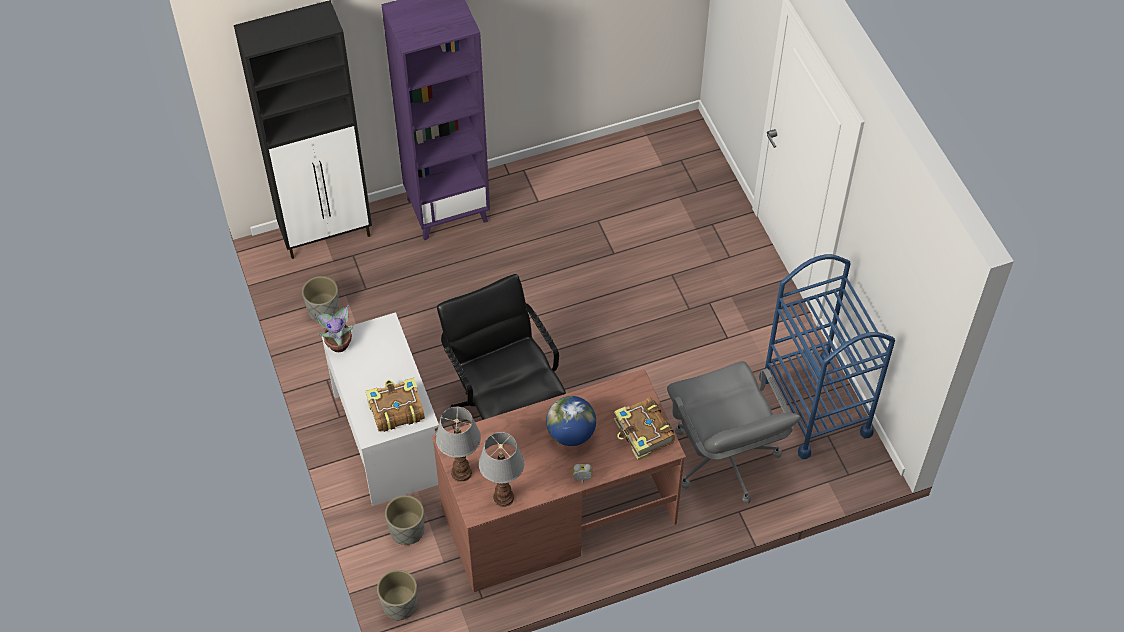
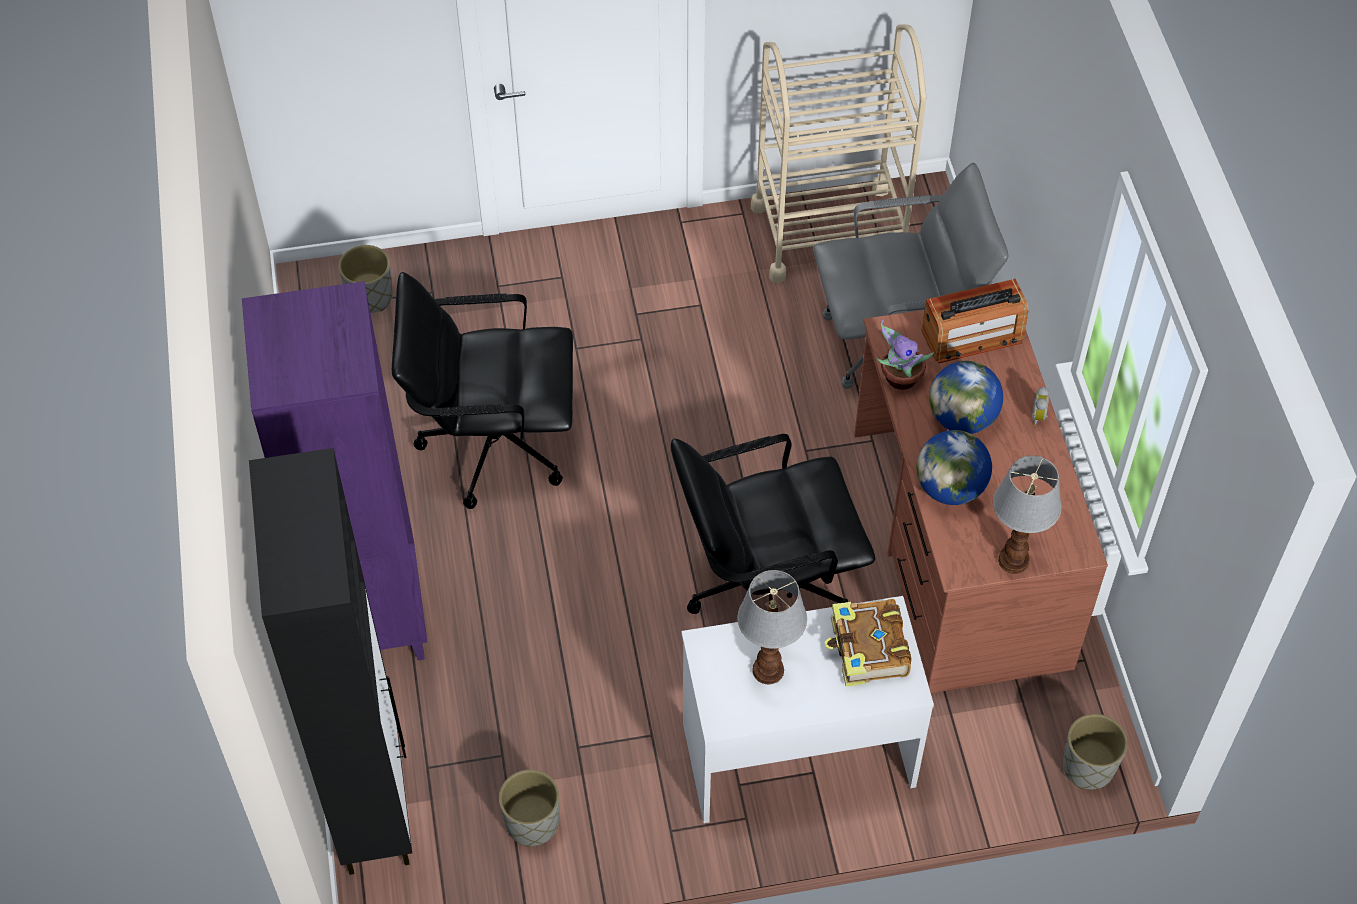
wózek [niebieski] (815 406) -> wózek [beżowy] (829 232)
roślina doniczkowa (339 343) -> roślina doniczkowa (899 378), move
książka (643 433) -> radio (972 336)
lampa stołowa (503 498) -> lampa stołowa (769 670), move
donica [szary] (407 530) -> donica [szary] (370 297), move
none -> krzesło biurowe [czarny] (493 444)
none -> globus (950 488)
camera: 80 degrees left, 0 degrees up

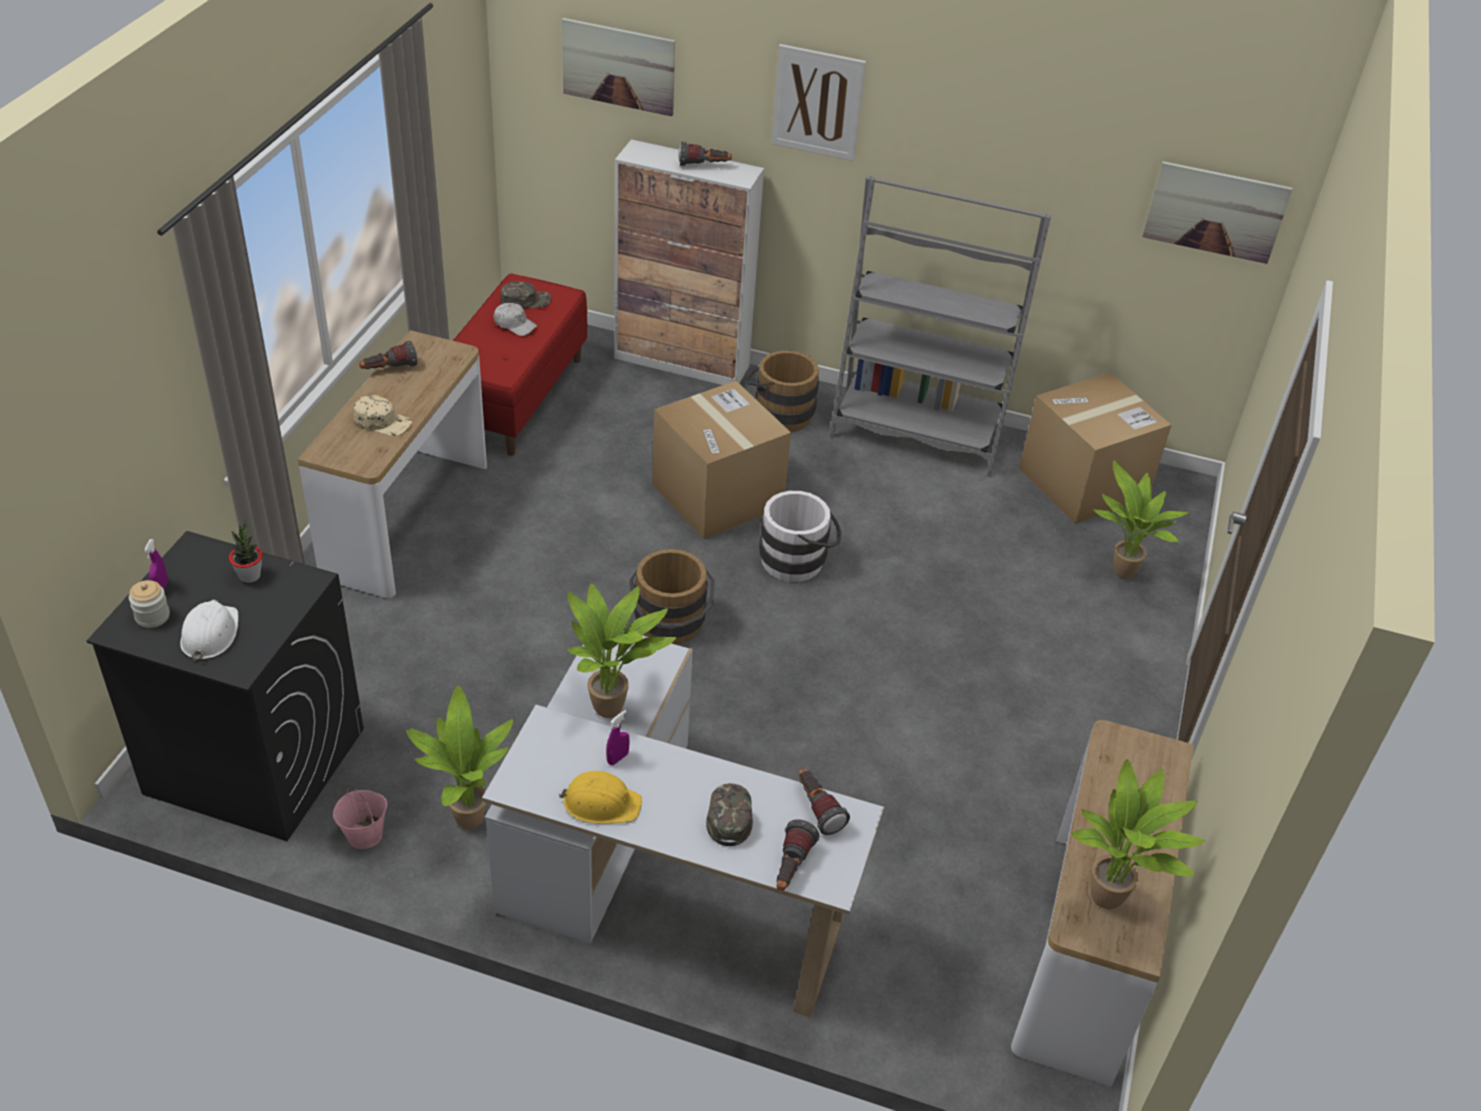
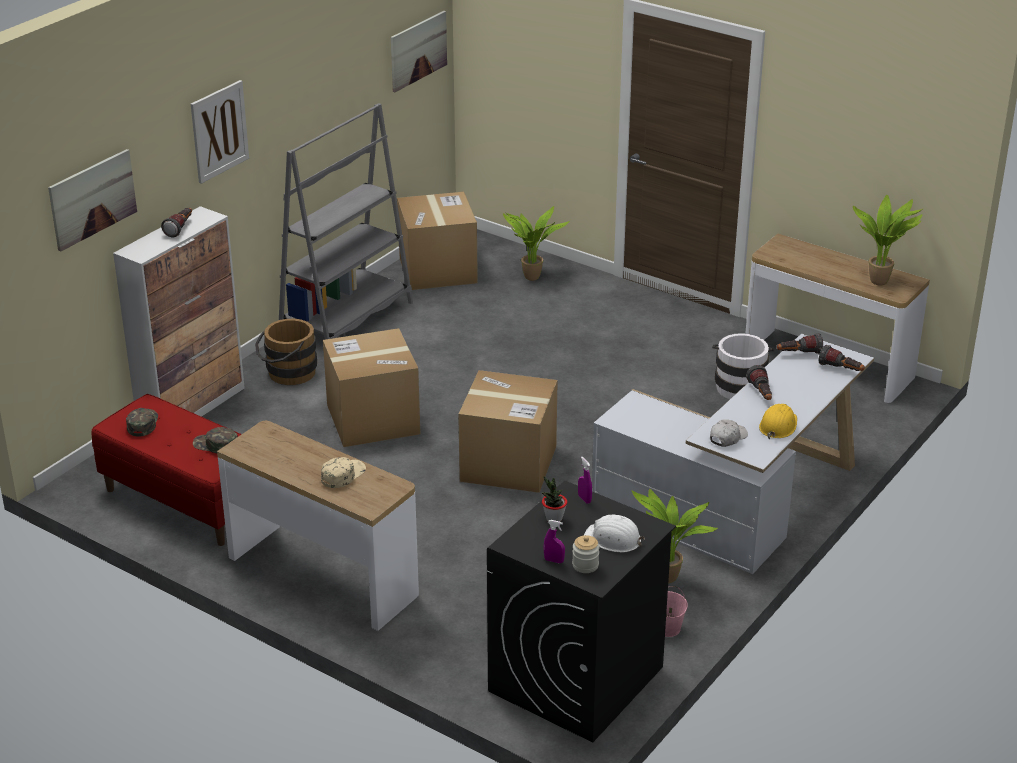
czapka z daszkiem [biały] (514 324) -> czapka z daszkiem [biały] (727 438), move
latarka (389 369) -> latarka (761 394), move
wiadro [biały] (798 559) -> wiadro [biały] (739 385), move
wiadro [brązowy] (670 627) -> karton (508 463)
roślina doniczkowa (613 708) -> none
spryskiwacz [fioletowy] (617 758) -> spryskiwacz [fioletowy] (584 499), move
czapka z daszkiem [zielony] (729 816) -> czapka z daszkiem [zielony] (216 445), move
camera: 70 degrees left, 10 degrees down

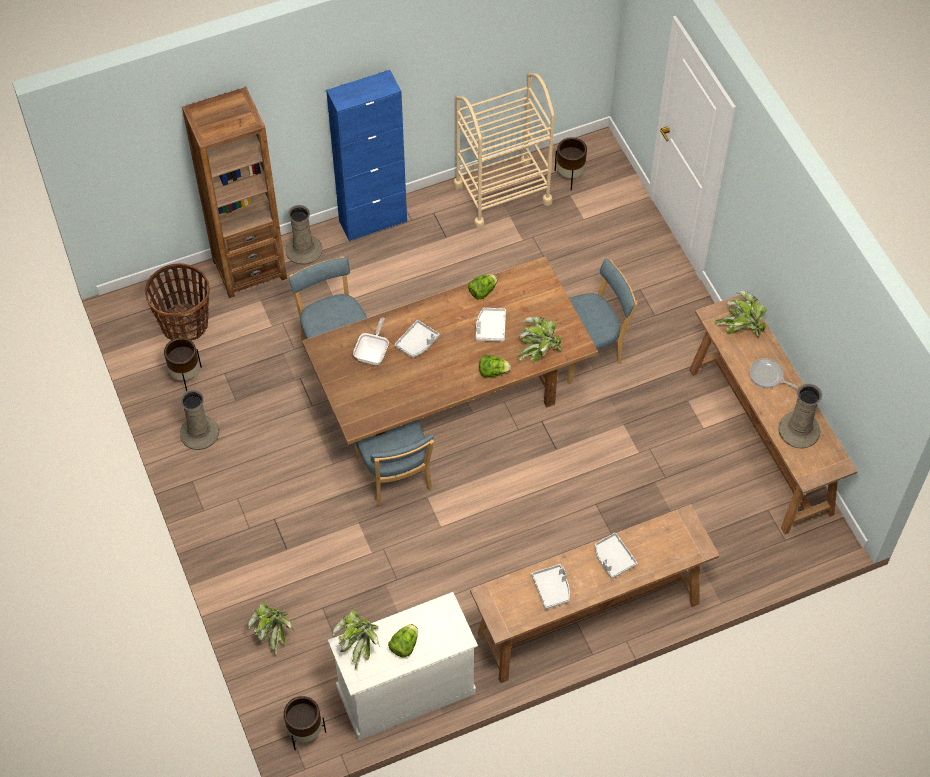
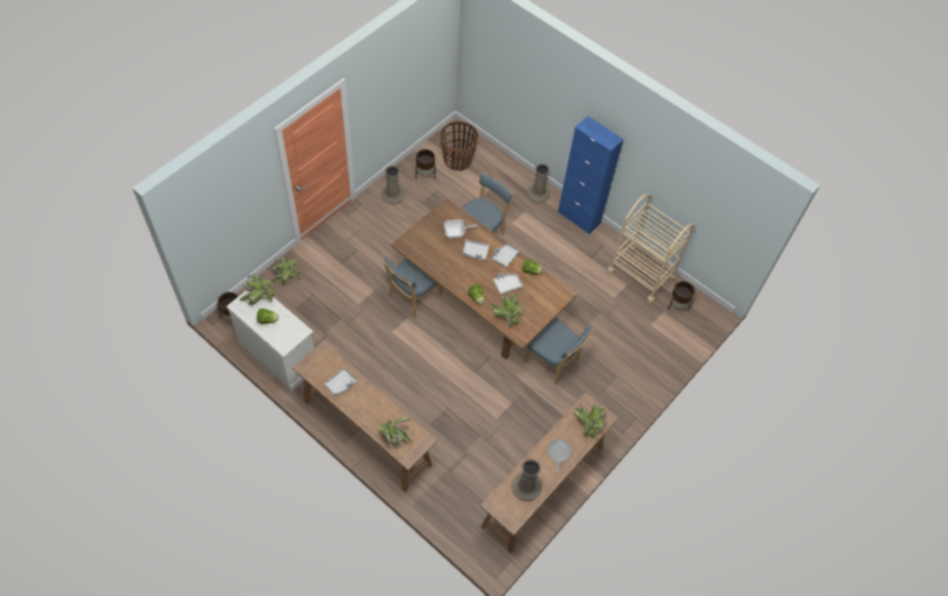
regał [brązowy] (249 269) -> none
taca [szary] (613 558) -> taca [szary] (505 257), move
none -> roślina doniczkowa (394 436)
camera: 60 degrees right, 0 degrees up

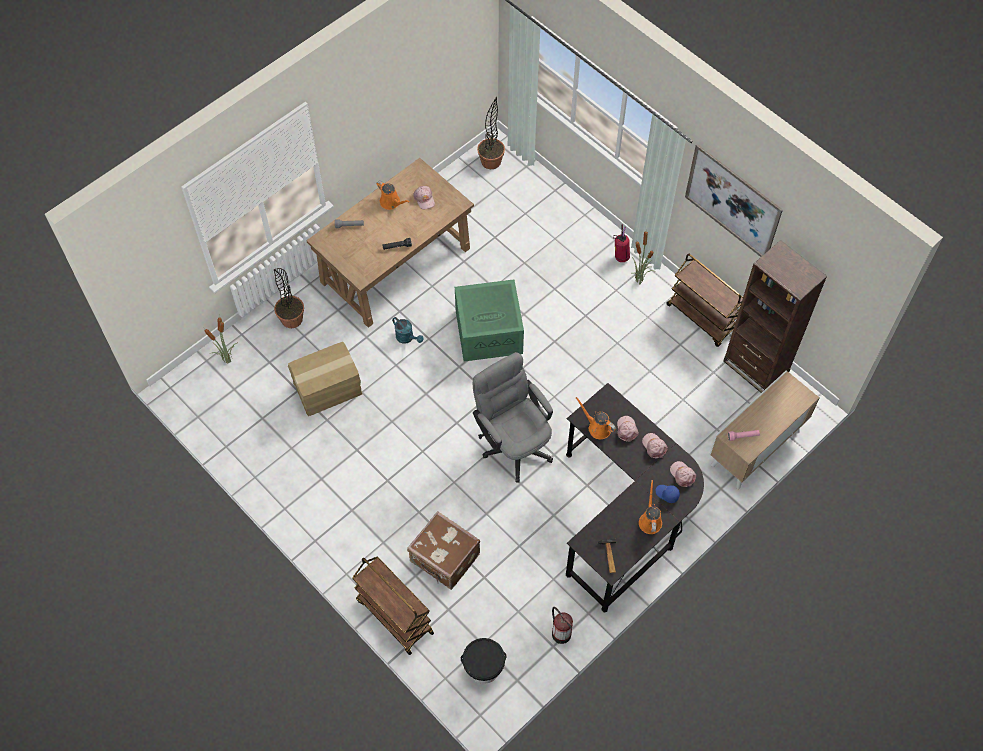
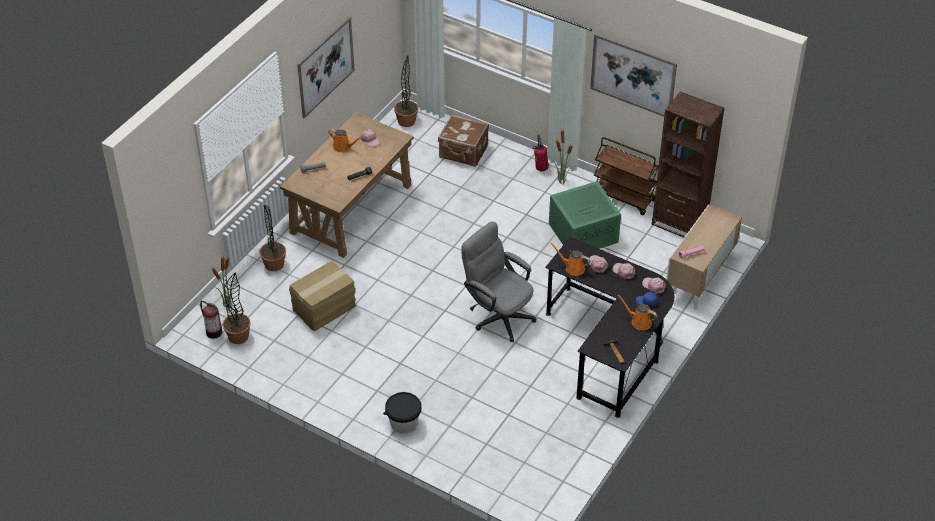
pojemnik do przechowywania [zielony] (489 331) -> pojemnik do przechowywania [zielony] (583 232), move
konewka [turkusowy] (407 338) -> none
konewka [pomarańczowy] (650 520) -> konewka [pomarańczowy] (639 322), 45 degrees counterclockwise
walizka [brązowy] (444 559) -> walizka [brązowy] (463 152), move
wózek [brązowy] (394 616) -> none
gaśnica (560 633) -> gaśnica (213 332), move
wiadro [czarny] (483 667) -> wiadro [czarny] (403 422), move
none -> obraz (326 67)
none -> roślina doniczkowa (238 336)
camera: 15 degrees left, 15 degrees down

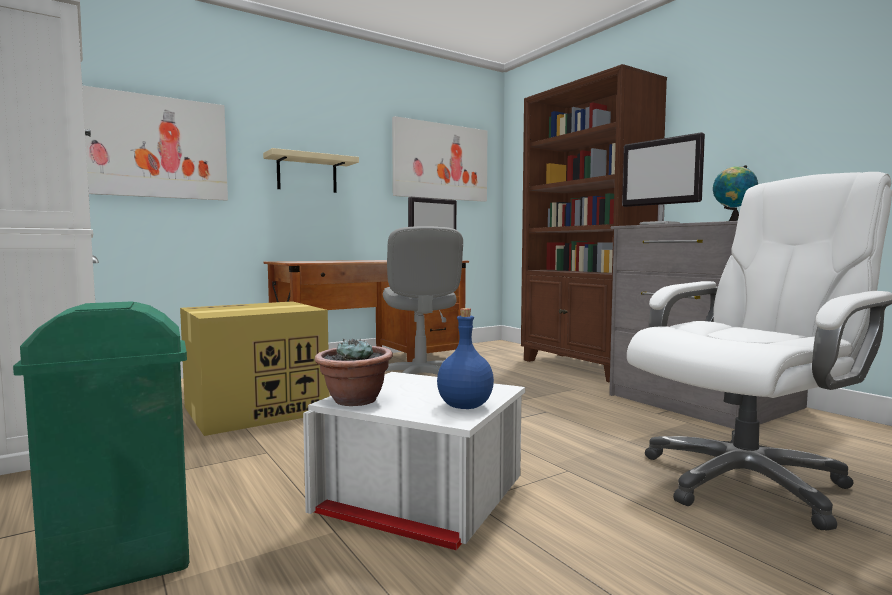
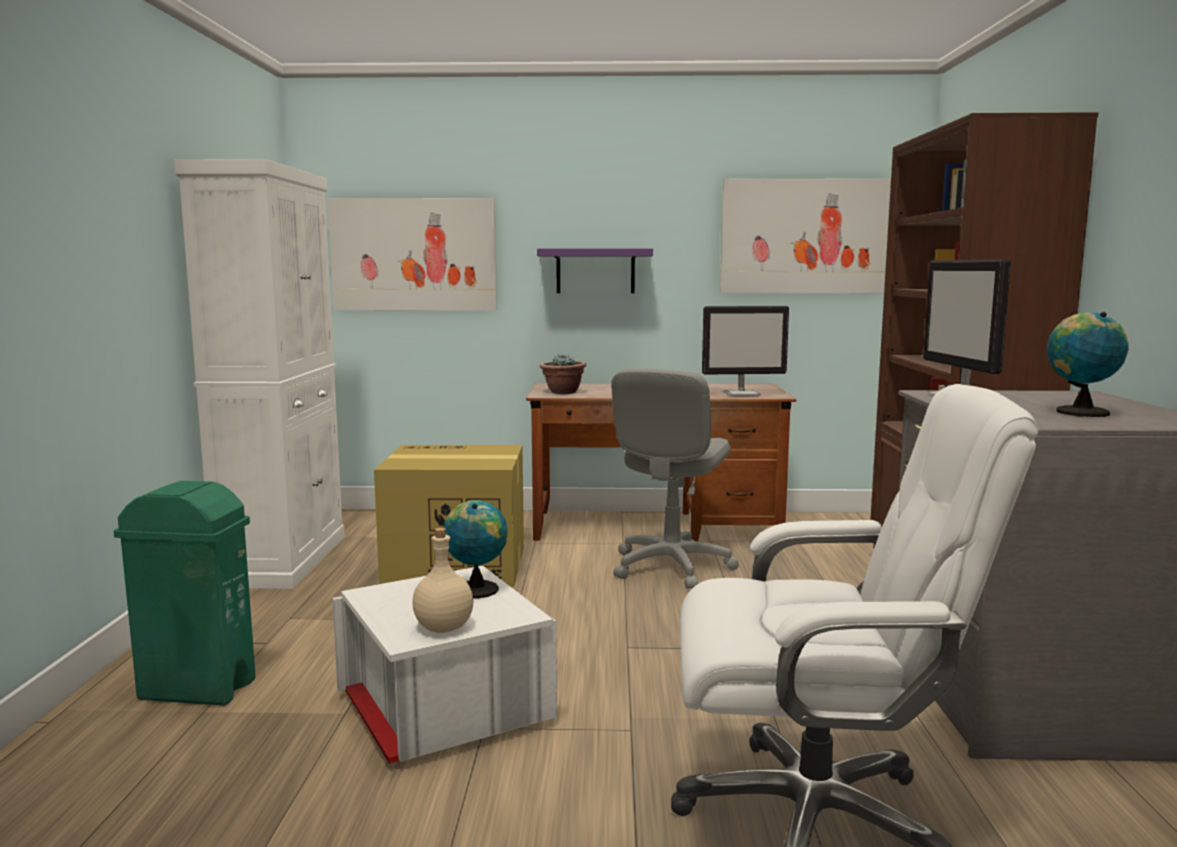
półka [beżowy] (307 174) -> półka [fioletowy] (595 271)
butelka [niebieski] (464 406) -> butelka [beżowy] (442 628)
roślina doniczkowa (354 400) -> roślina doniczkowa (563 392), move
none -> globus (476 589)
camera: 35 degrees right, 5 degrees up

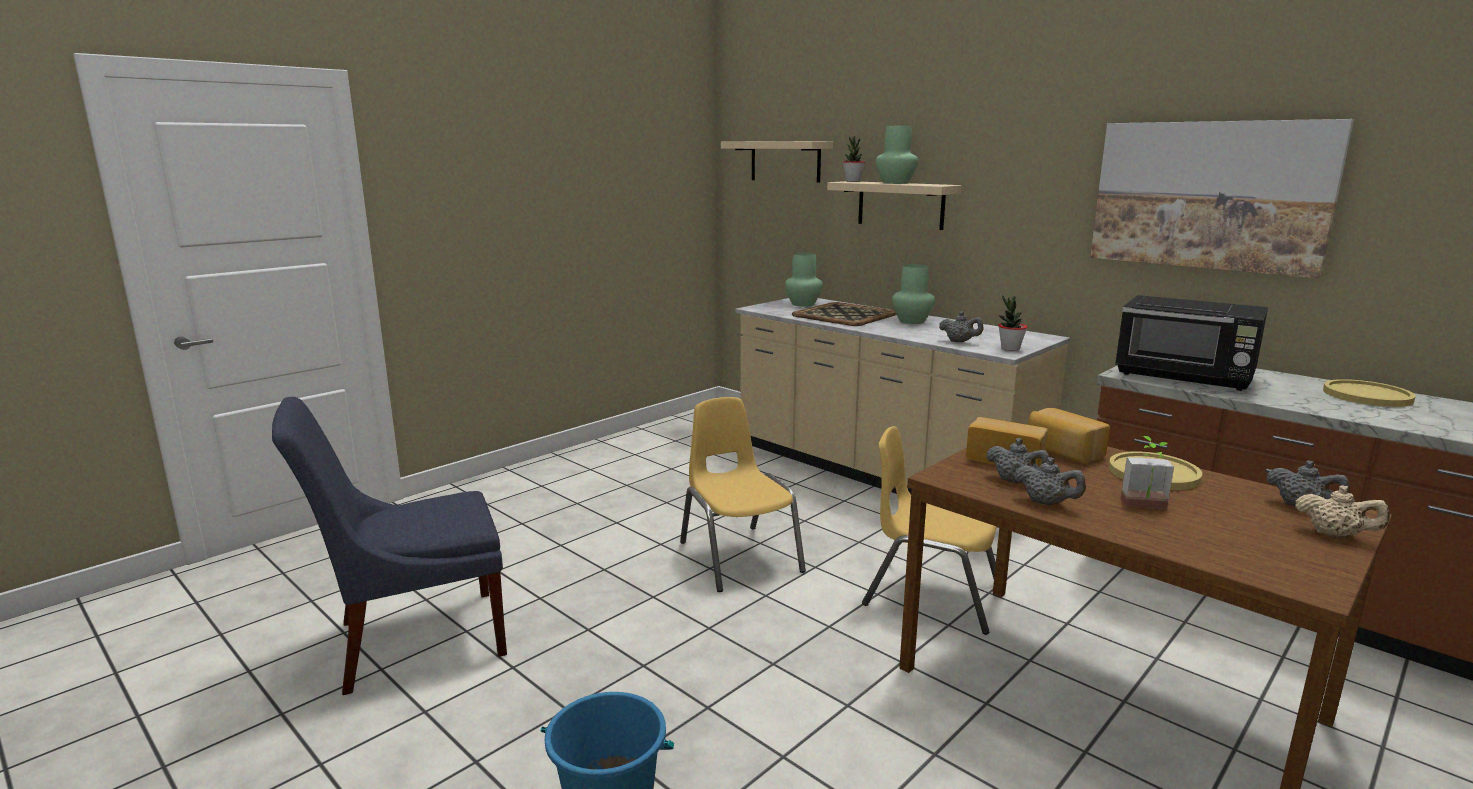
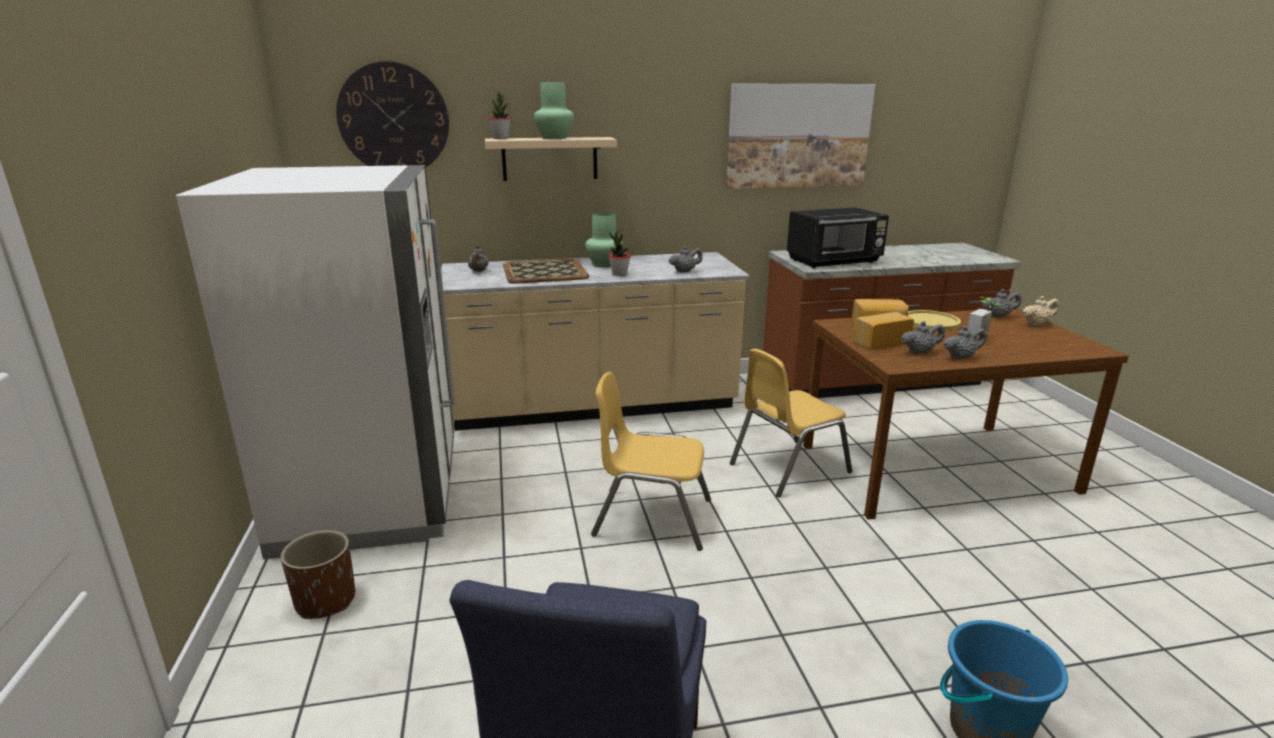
półka [beżowy] (785 161) -> zegar ścienny (394 119)
wazon [zielony] (803 304) -> imbryk [szary] (478 271)
roślina doniczkowa (1010 349) -> roślina doniczkowa (619 274), move
talerz [żółty] (1367 395) -> none
none -> lodówka [biały] (373 496)
none -> donica [brązowy] (325 601)
camera: 55 degrees left, 5 degrees up

